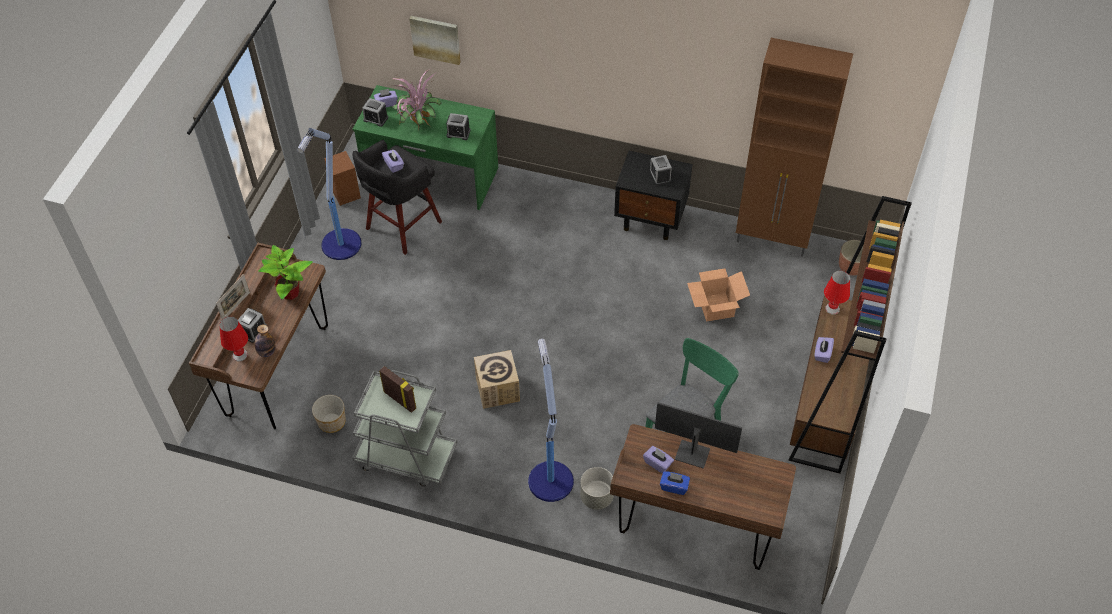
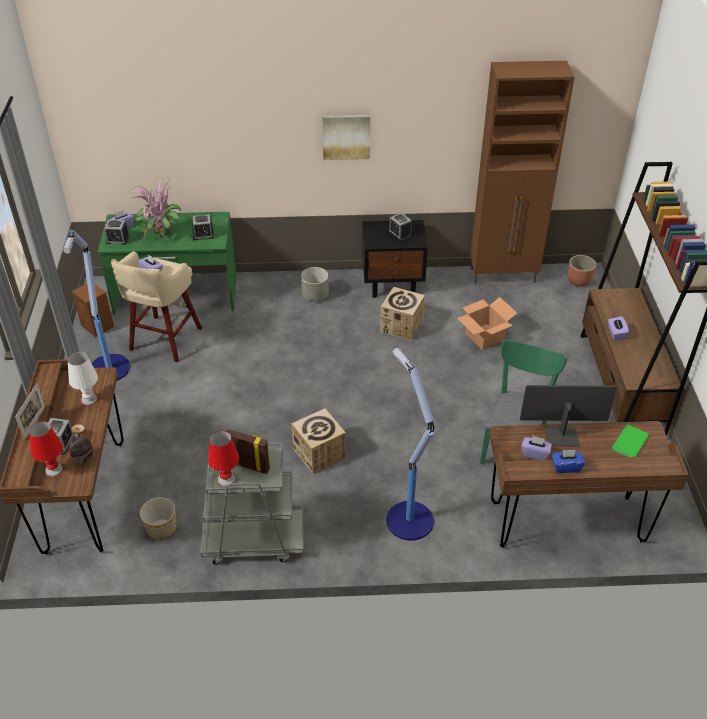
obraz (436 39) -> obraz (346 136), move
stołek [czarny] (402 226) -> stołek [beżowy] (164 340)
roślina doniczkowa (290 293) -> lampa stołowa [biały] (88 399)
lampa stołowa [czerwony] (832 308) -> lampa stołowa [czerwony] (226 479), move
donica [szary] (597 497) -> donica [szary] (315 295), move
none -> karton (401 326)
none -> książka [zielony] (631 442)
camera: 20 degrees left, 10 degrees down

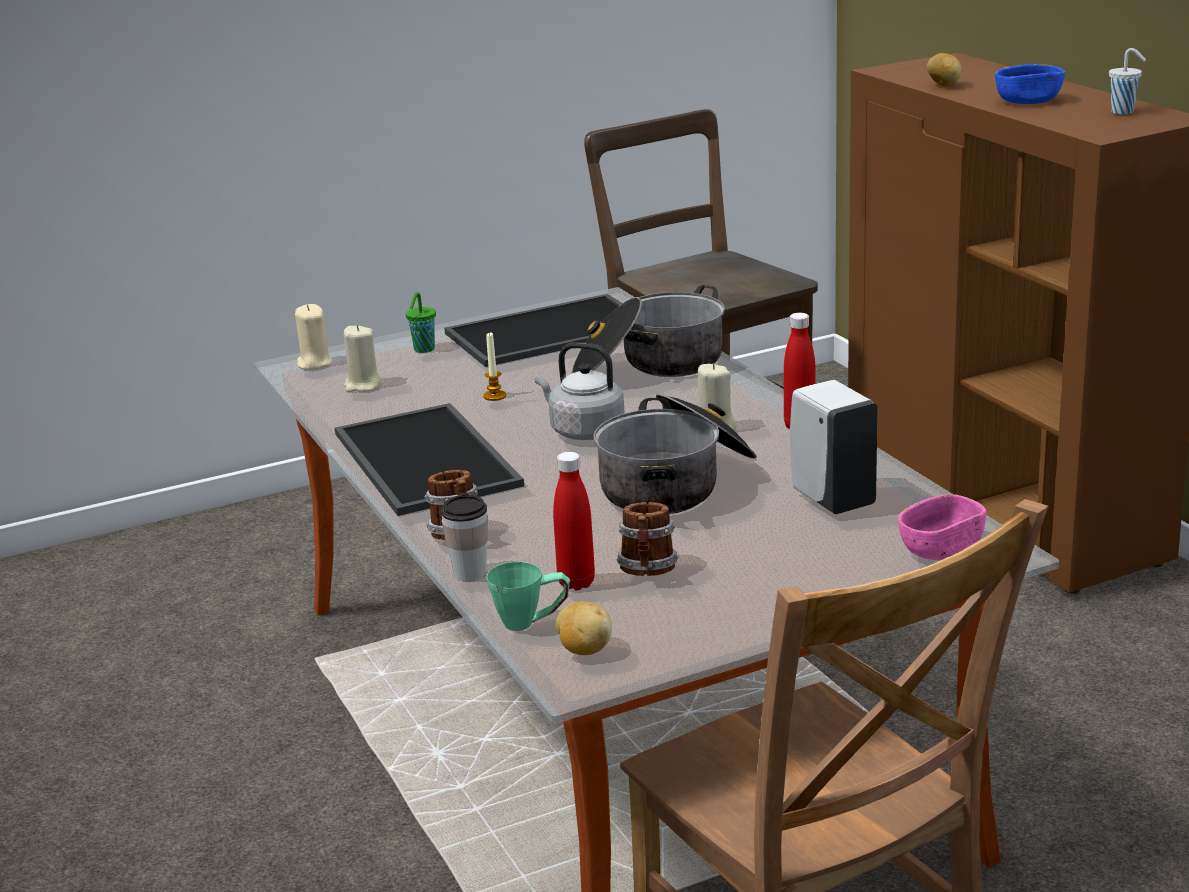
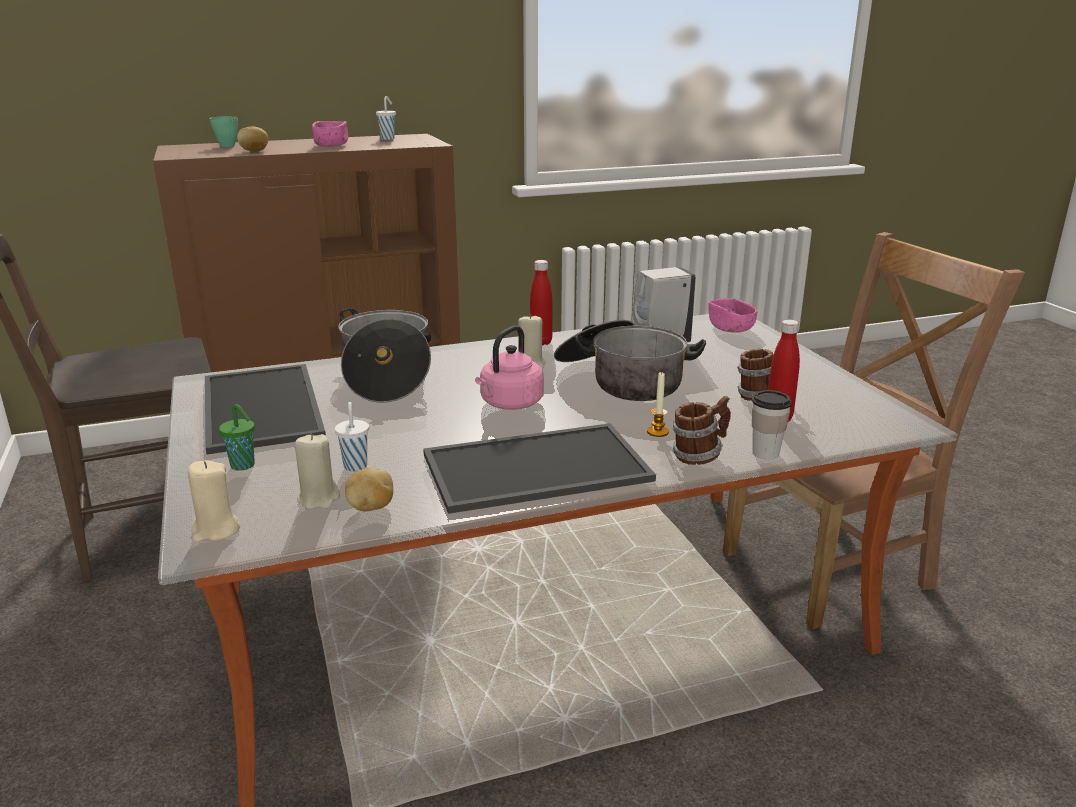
miska [niebieski] (1028 101) -> miska [różowy] (331 145)
świeca (494 396) -> świeca (657 432), move
czajnik [szary] (583 431) -> czajnik [różowy] (509 404)
kubek [zielony] (531 622) -> kubek [zielony] (229 145), move
ziemniak (584 650) -> ziemniak (371 508), move
none -> filiżanka [biały] (355 465)
camera: 85 degrees left, 0 degrees up

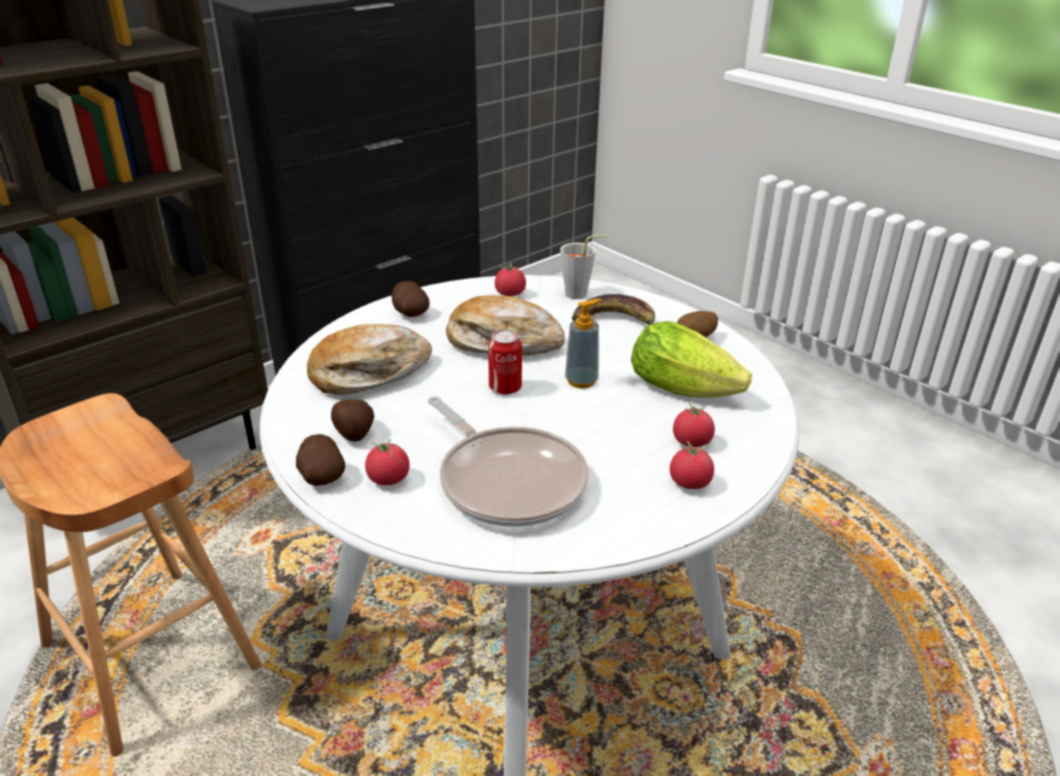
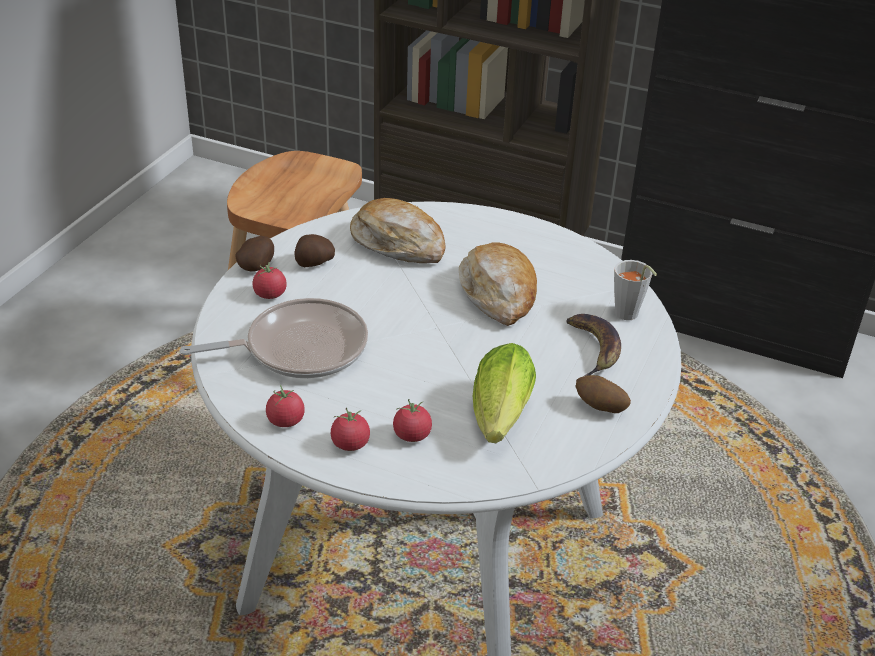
pomidor (510 294) -> pomidor (285 421), move
ziemniak (409 313) -> none
dozownik mydła (581 381) -> none
puszka (505 388) -> none
patelnia (508 480) -> patelnia (299 348), 135 degrees counterclockwise
camera: 65 degrees right, 5 degrees up

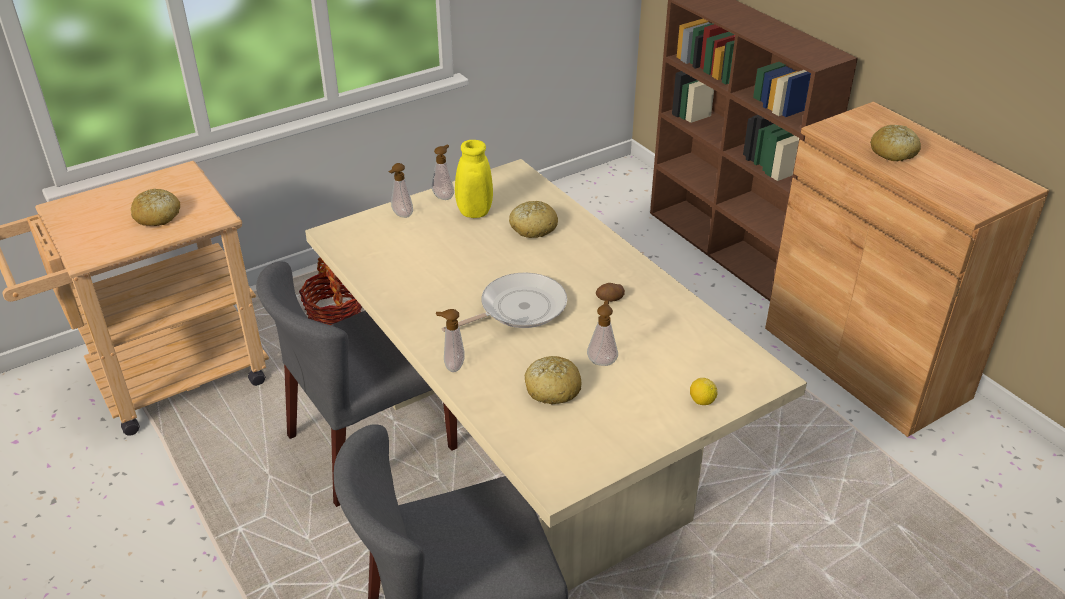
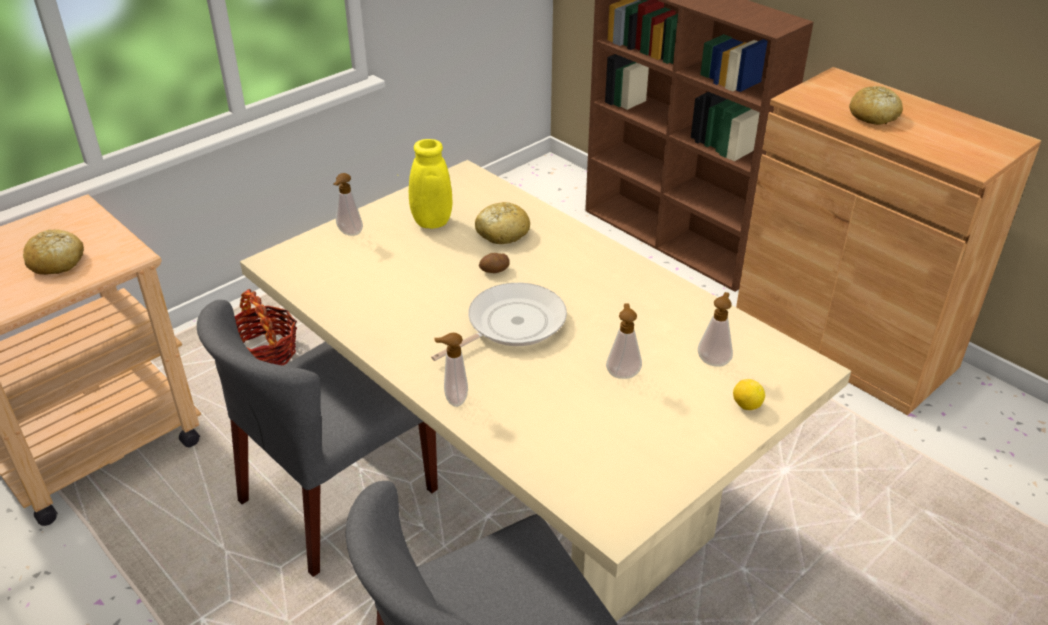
dozownik mydła (444 196) -> dozownik mydła (714 360), move
ziemniak (610 299) -> ziemniak (495 271), move
chleb (552 388) -> none
camera: 10 degrees left, 0 degrees up

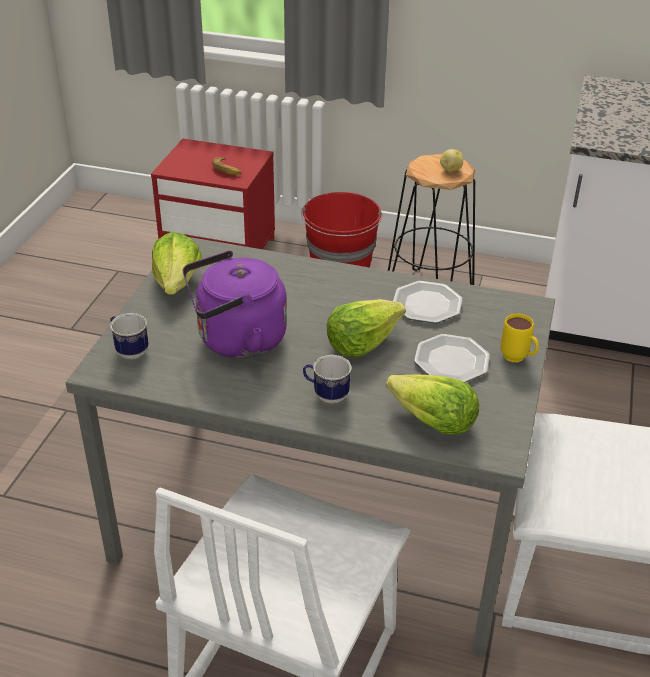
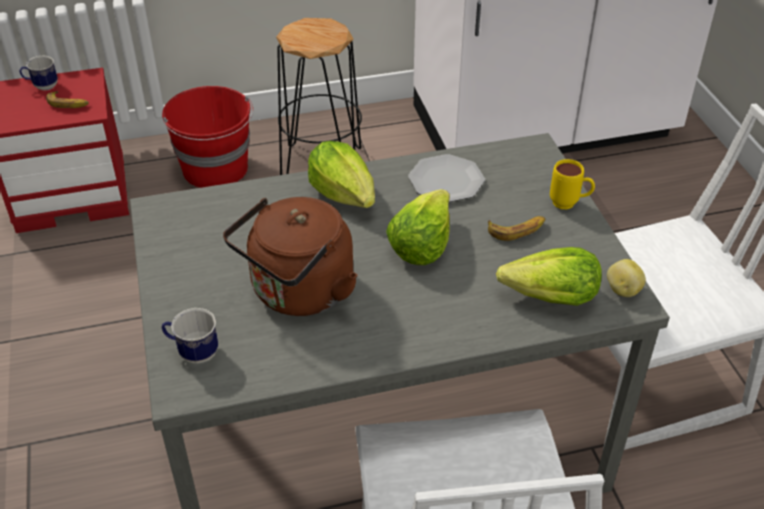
ziemniak (450 169) -> ziemniak (622 290), move
sałata (177 283) -> sałata (344 194), move
czajnik [fioletowy] (236 341) -> czajnik [brązowy] (298 293)
talerz (452 361) -> banan (517 230)
kubek (326 395) -> kubek (42 86), move
camera: 30 degrees left, 5 degrees up

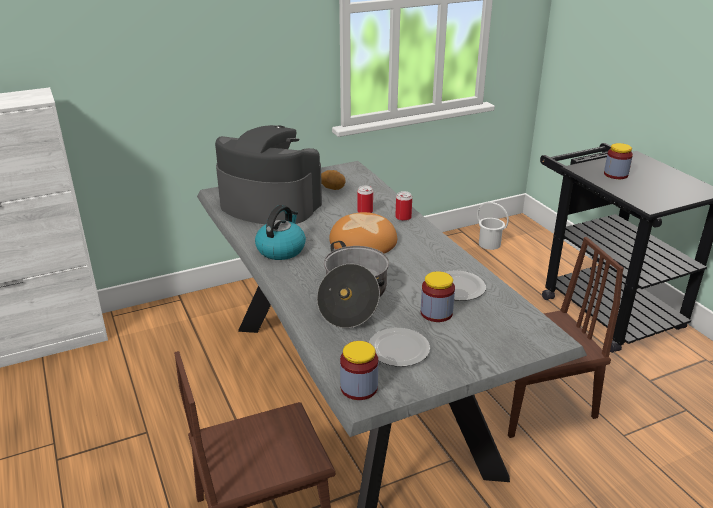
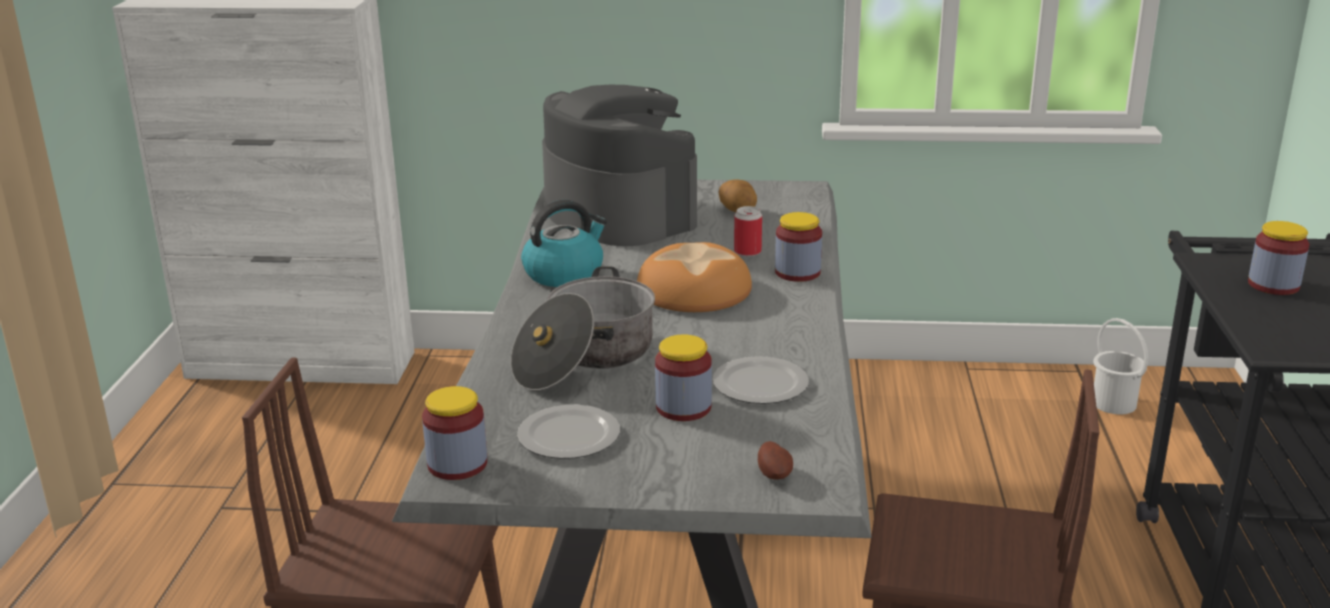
puszka (403 217) -> słoik (797 272)
none -> ziemniak (775 474)
camera: 30 degrees right, 5 degrees down

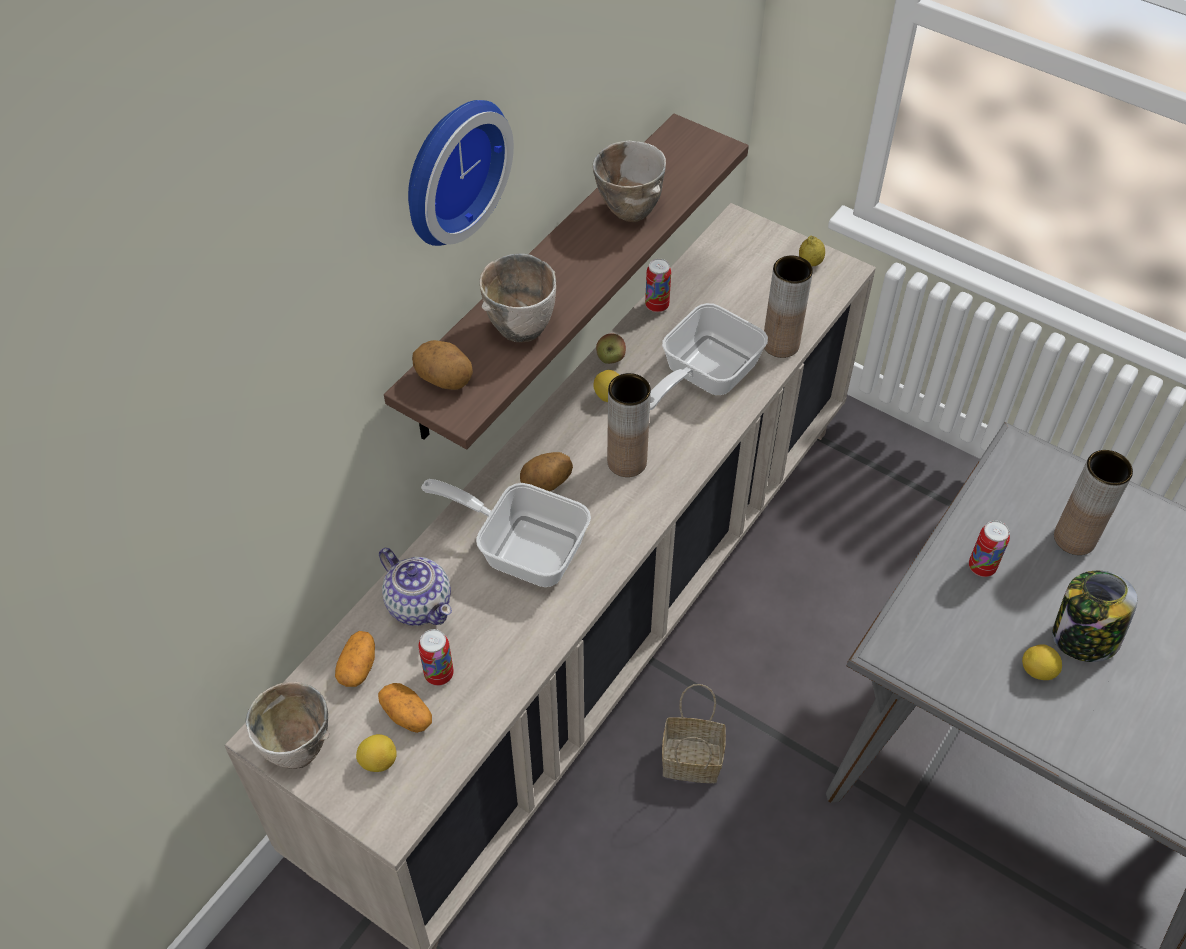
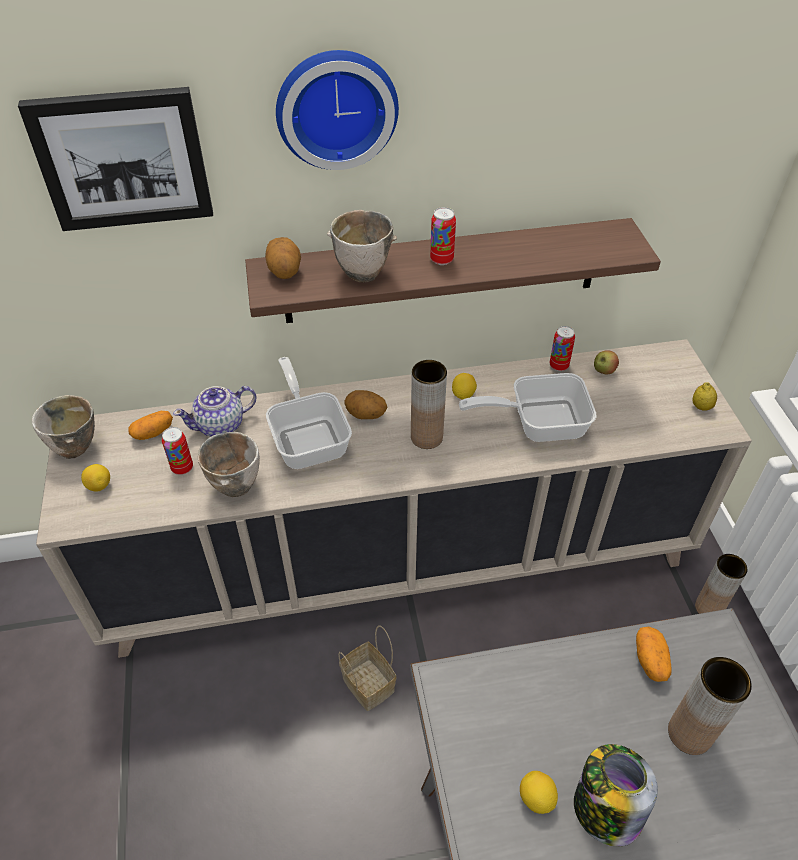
miska (628 210) -> miska (237 484), move
wazon [brązowy] (780 344) -> wazon [brązowy] (708 608), move
jabłko (610 359) -> jabłko (603 371), move
puszka (981 567) -> puszka (441 260), move
imbryk (419 603) -> imbryk (221 425), 60 degrees clockwise
ziemniak (407 715) -> ziemniak (650 661), move
none -> obraz (123 159)
camera: 45 degrees right, 5 degrees down

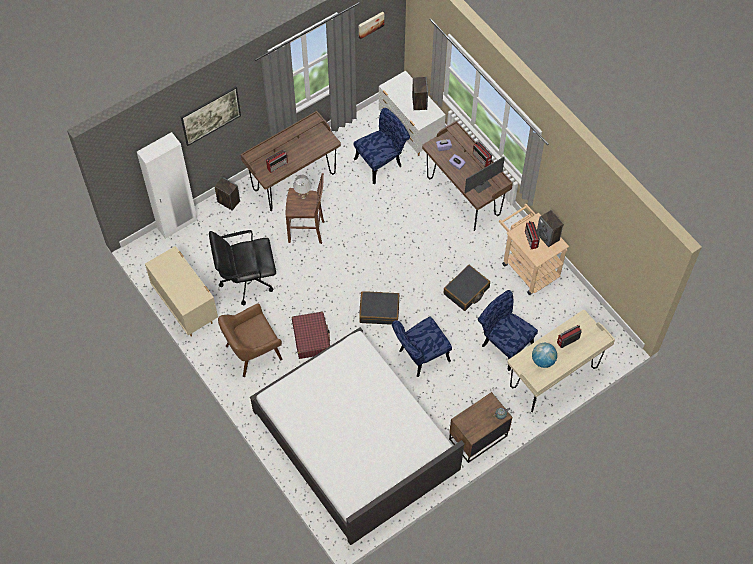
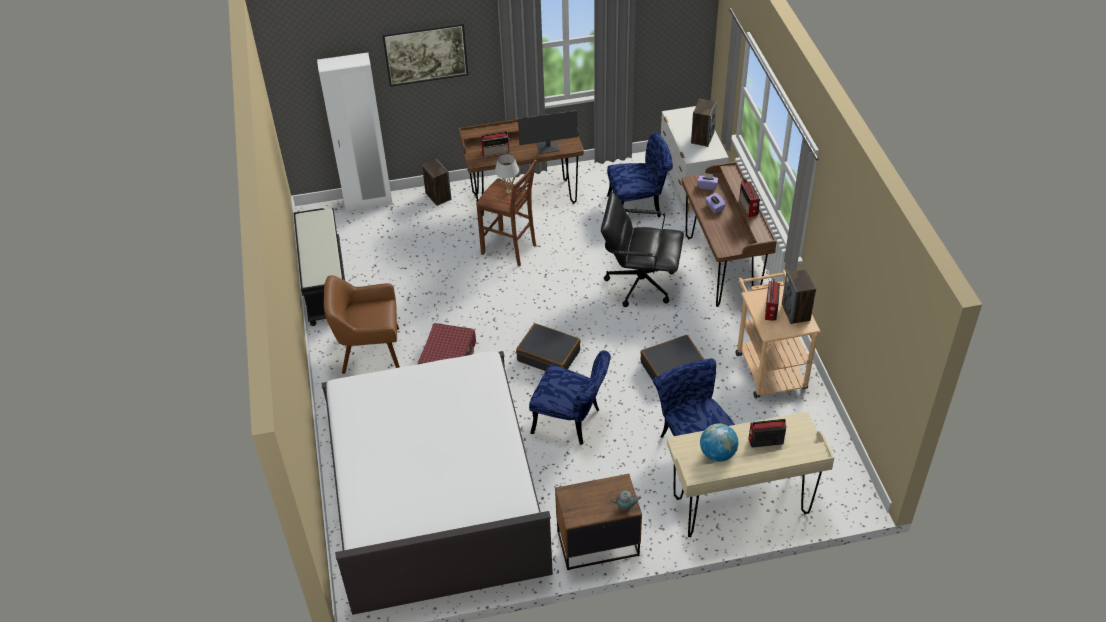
obraz (370 24) -> none
monitor (481 185) -> monitor (548 148), move
krzesło biurowe [czarny] (246 280) -> krzesło biurowe [czarny] (640 283), move
komoda [beżowy] (186 307) -> ławka [czarny] (324 282)
krzesło [niebieski] (420 357) -> krzesło [niebieski] (572 422), 150 degrees counterclockwise
camera: 25 degrees right, 15 degrees down

